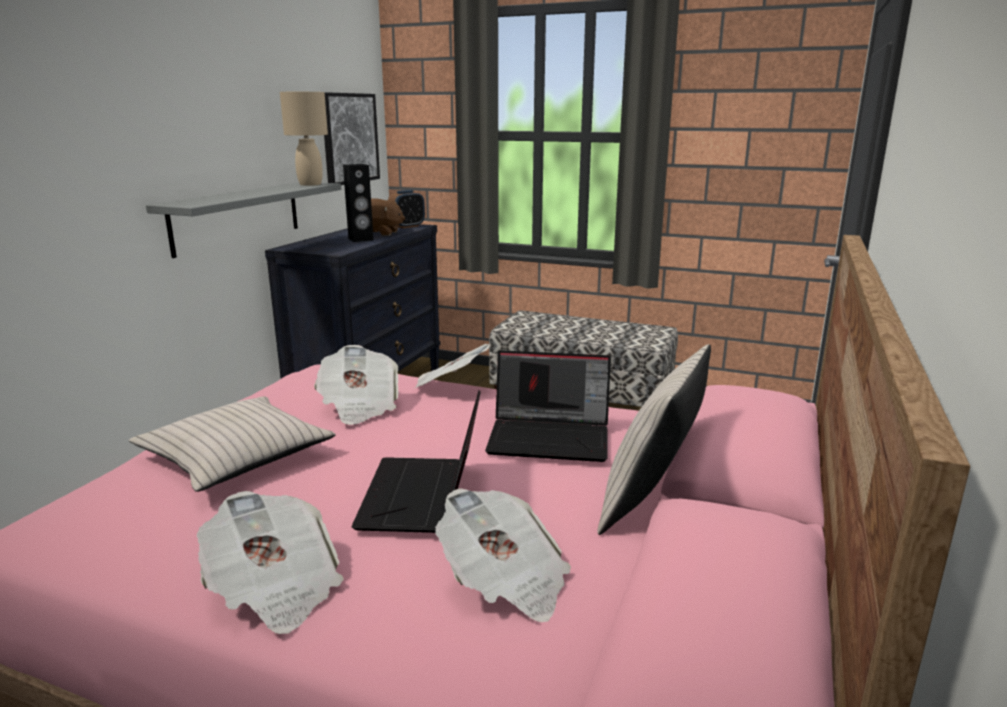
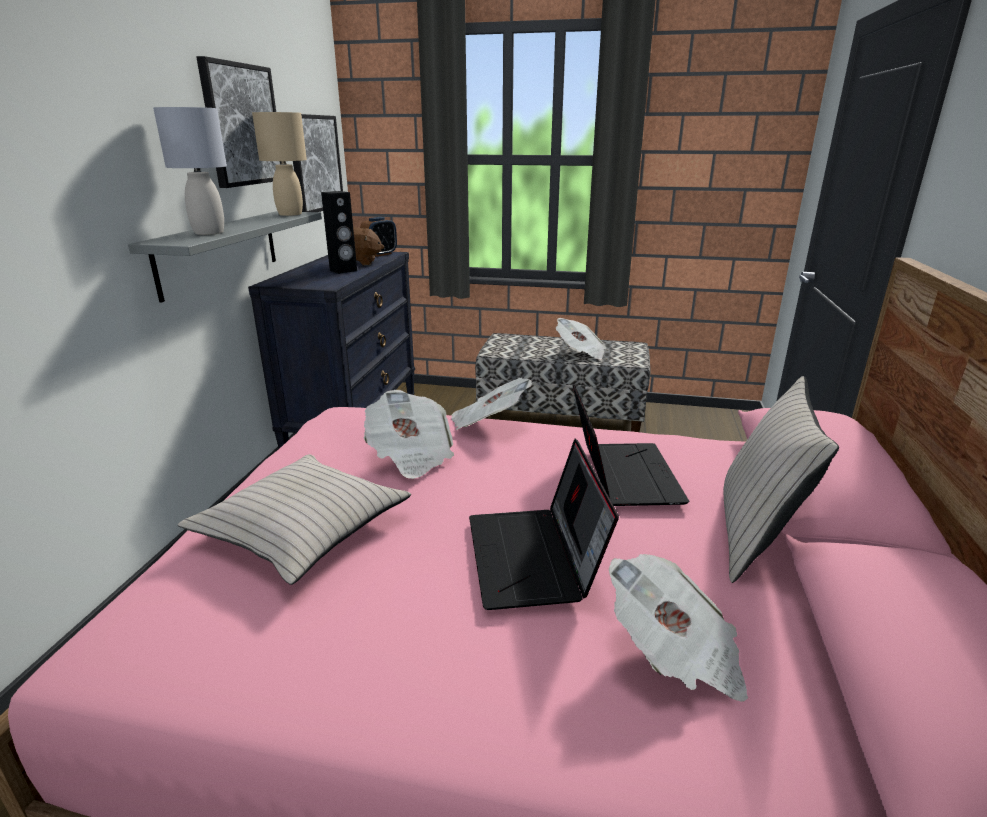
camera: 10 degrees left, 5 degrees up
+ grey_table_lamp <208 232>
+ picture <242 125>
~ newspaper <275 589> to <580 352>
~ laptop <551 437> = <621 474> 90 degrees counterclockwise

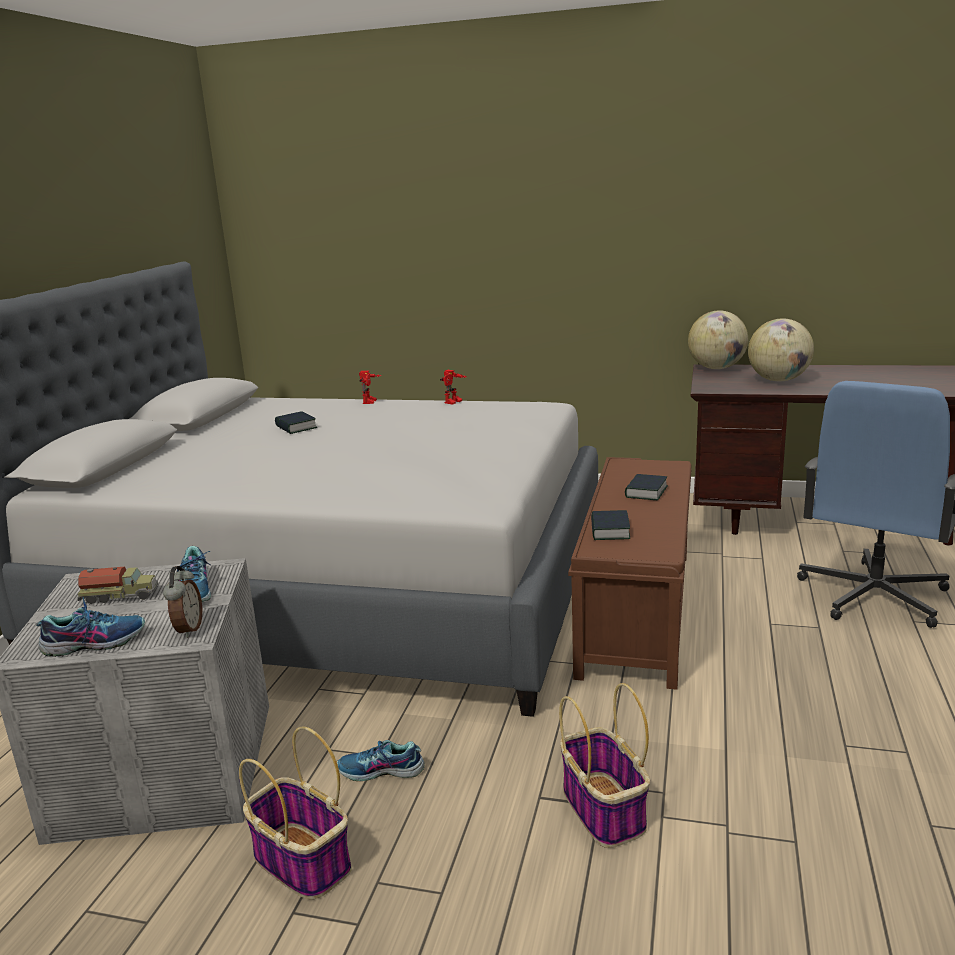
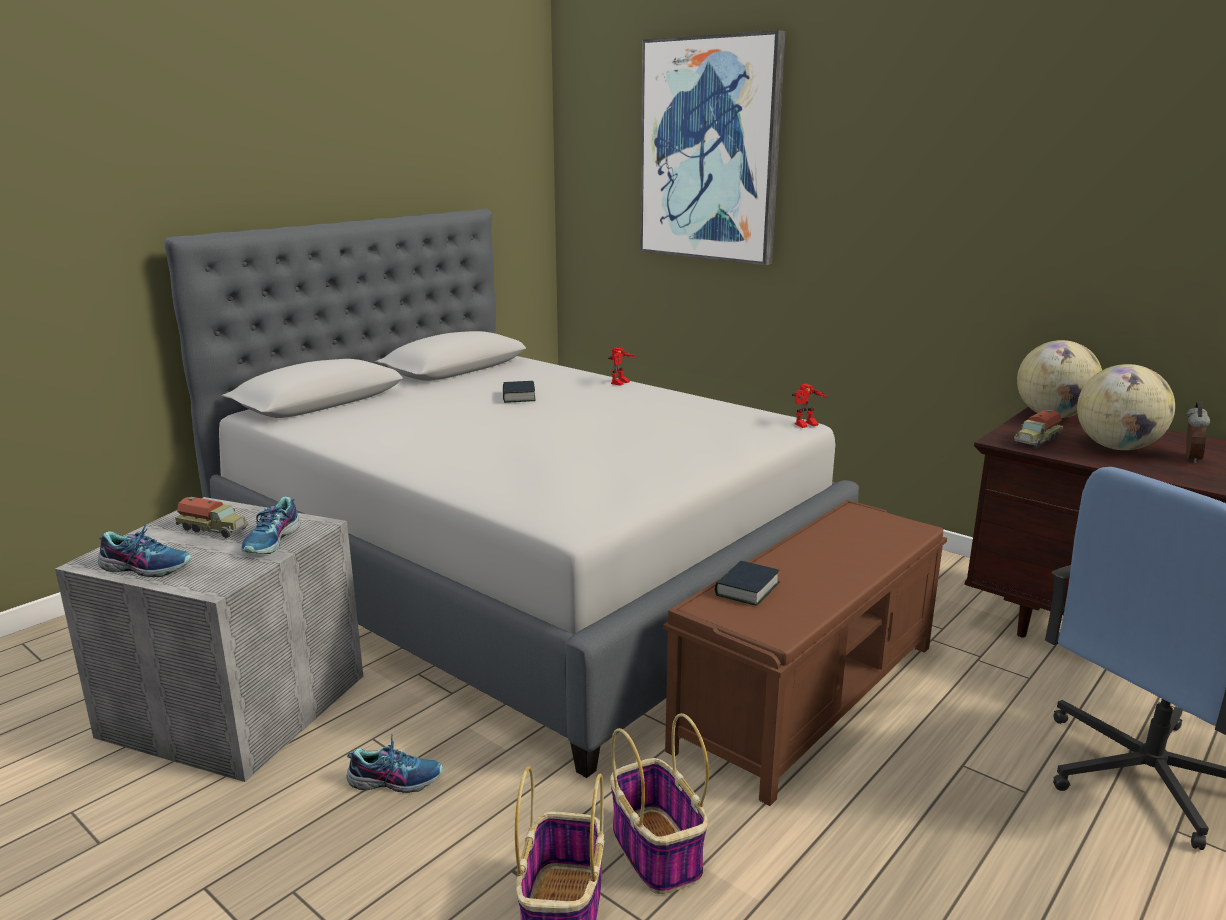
camera: 25 degrees right, 0 degrees up
- book <646 492>
+ picture <710 150>
+ toy_truck <1036 441>
~ alarm_clock <188 629> to <1189 458>
~ basket <300 861> to <655 850>
~ toy_robot <454 402> to <806 425>
~ shoe <381 771> = <395 780> 150 degrees clockwise

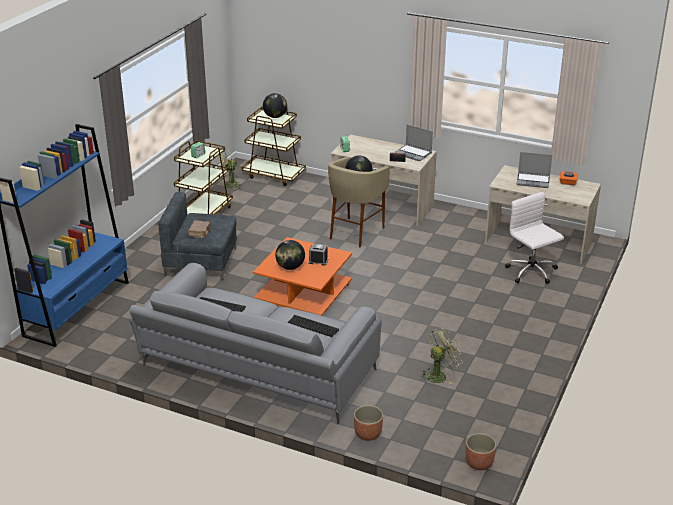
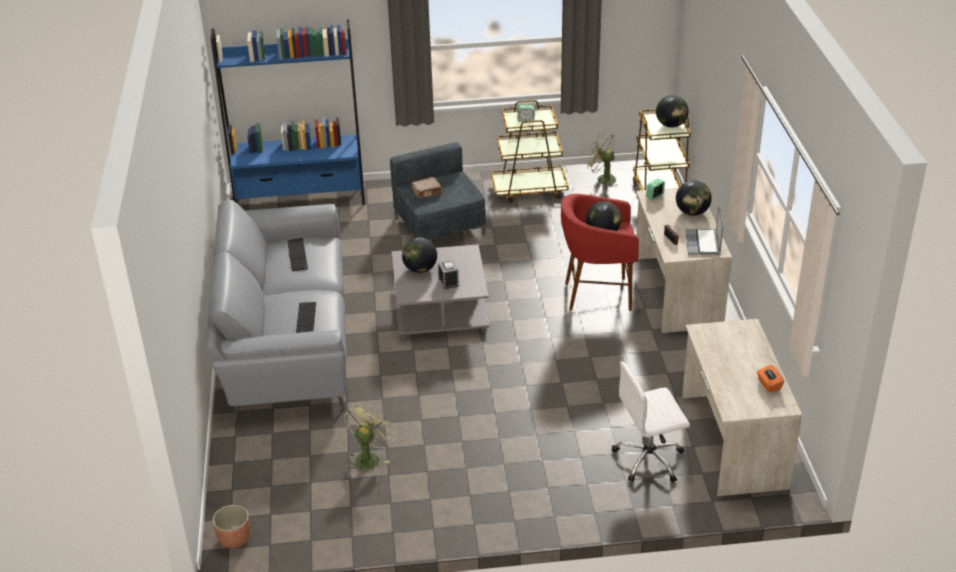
camera: 60 degrees right, 5 degrees up
- planter <367 434>
- laptop <533 181>
+ globe <692 212>
~ orange_coffee_table <302 294> to grey_coffee_table <439 309>
~ beige_stool <355 233> to red_stool <597 295>
~ green_fan <439 375> = <369 457> 90 degrees counterclockwise
~ white_office_chair <532 272> = <650 459> 135 degrees counterclockwise

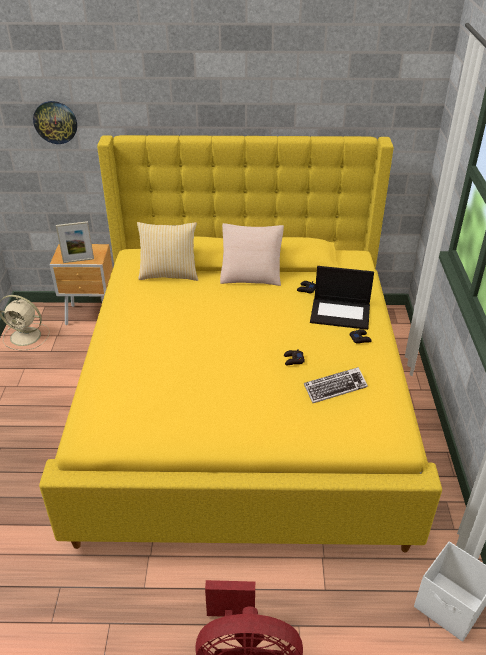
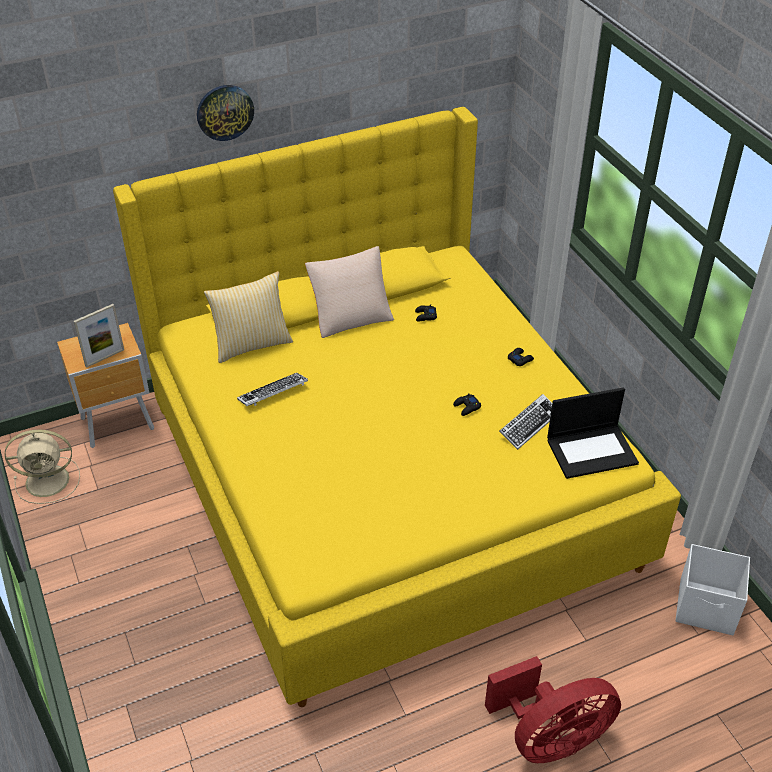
camera: 25 degrees left, 5 degrees up
+ keyboard <273 393>
~ wall_clock <55 122> to <225 112>
~ laptop <341 313> to <592 451>

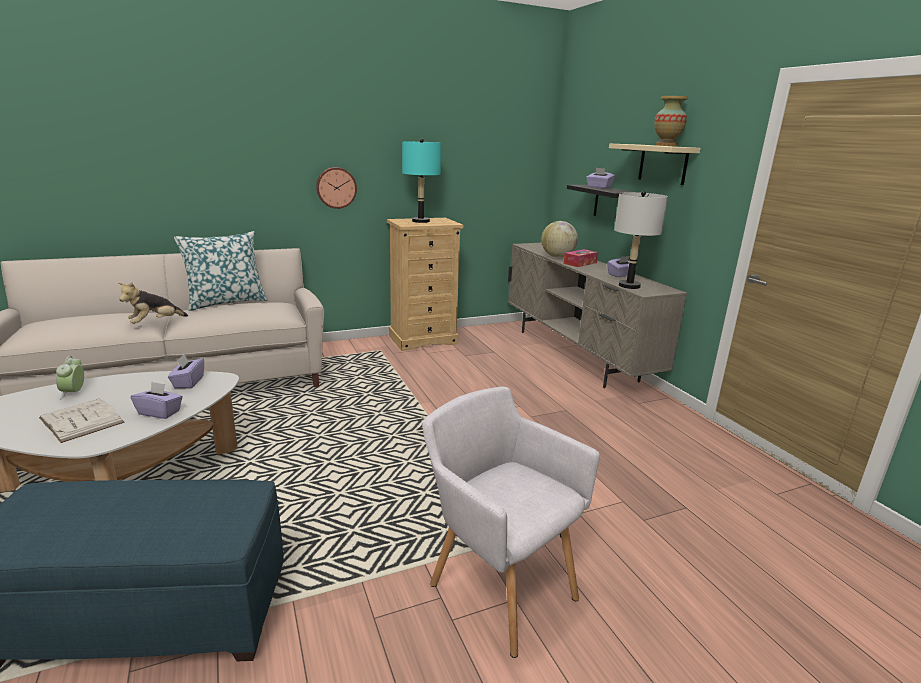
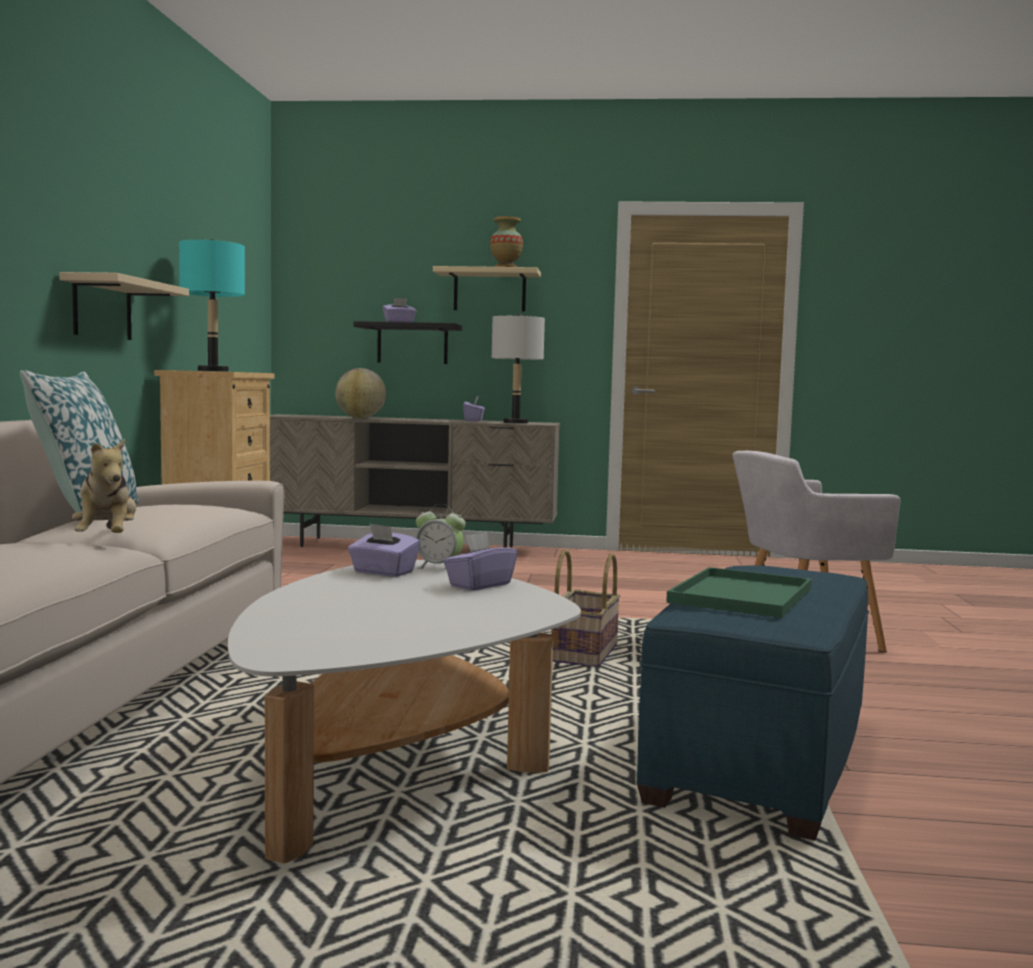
camera: 60 degrees left, 15 degrees down
- white_book <81 420>
- tissue_box <580 263>
+ basket <583 653>
+ green_tray <742 596>
~ alarm_clock <74 393> to <439 567>
~ wall_clock <336 187> to beige_shelf <102 309>

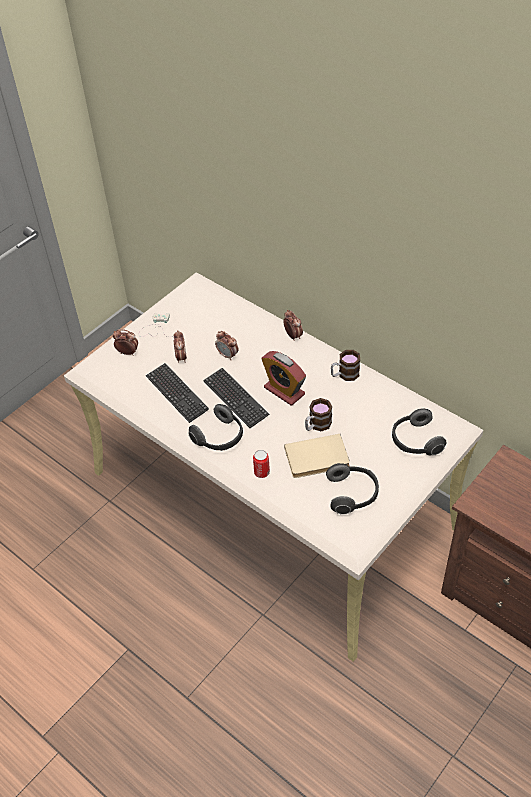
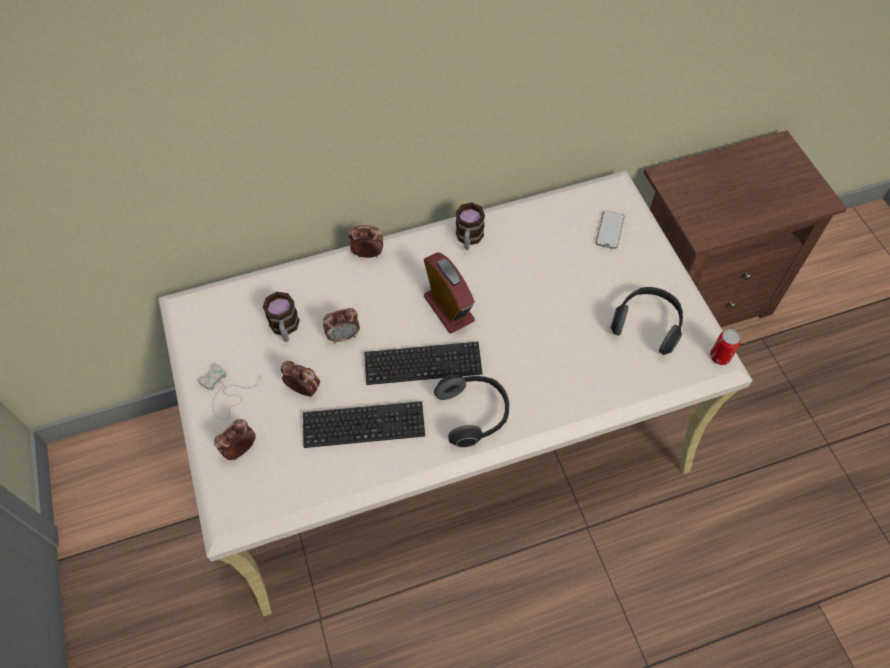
camera: 60 degrees left, 10 degrees up
- beige_book <317 459>
~ can <262 472> to <720 356>
~ mug <317 425> to <285 328>
~ headphones <415 441> to phone <609 231>
~ alarm_clock <284 391> = <449 308> 105 degrees counterclockwise

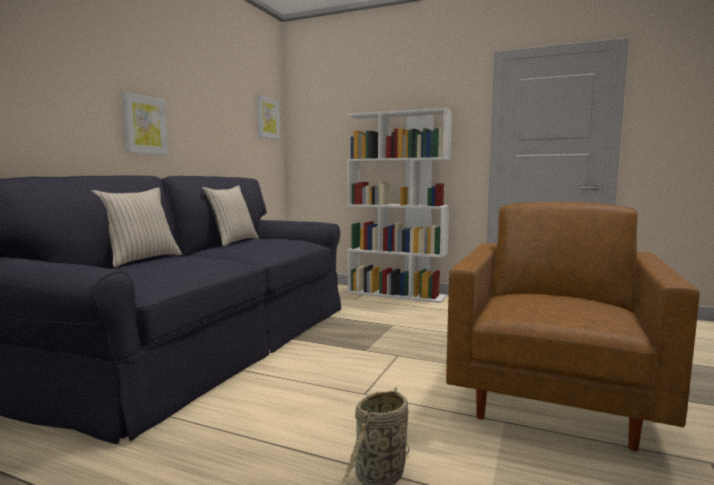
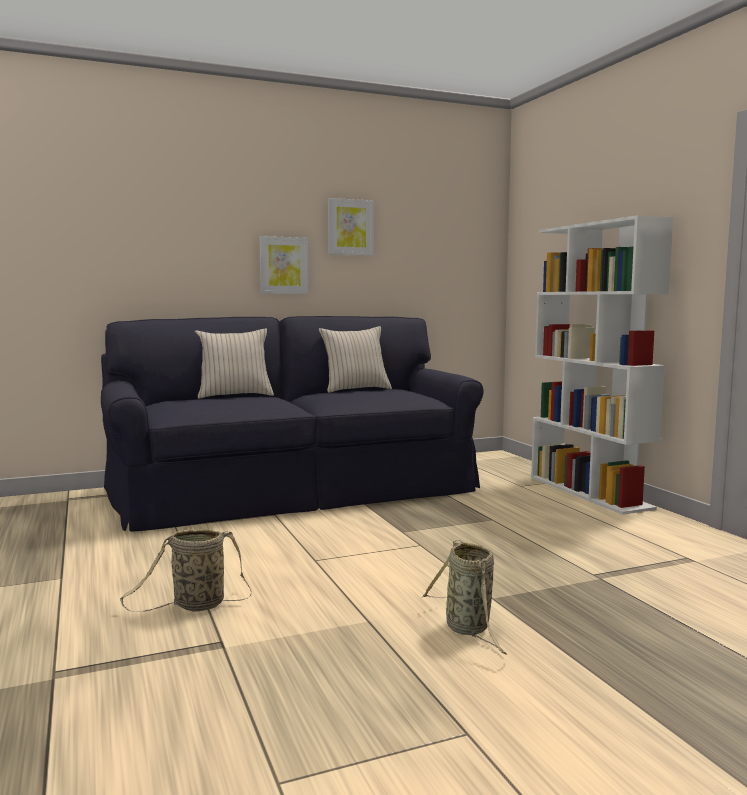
camera: 45 degrees right, 0 degrees up
~ picture <267 118> to <350 227>
~ brown_armchair <554 398> to basket <469 629>

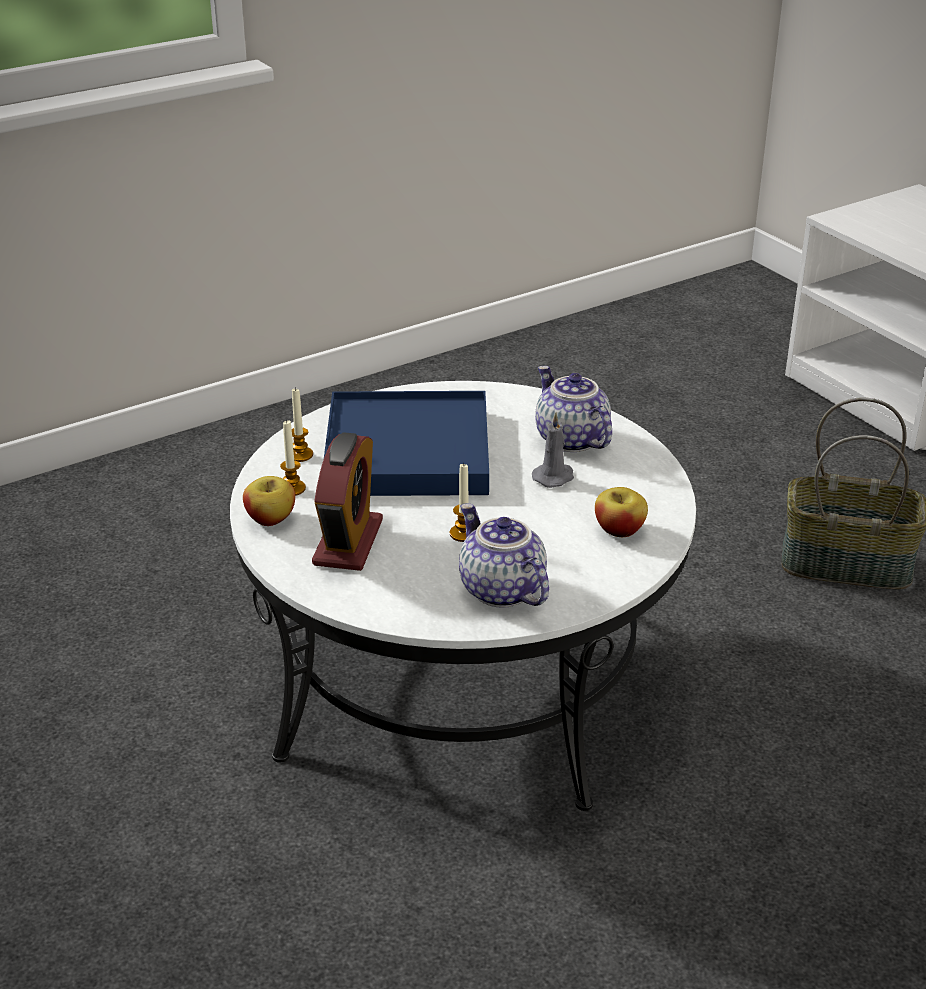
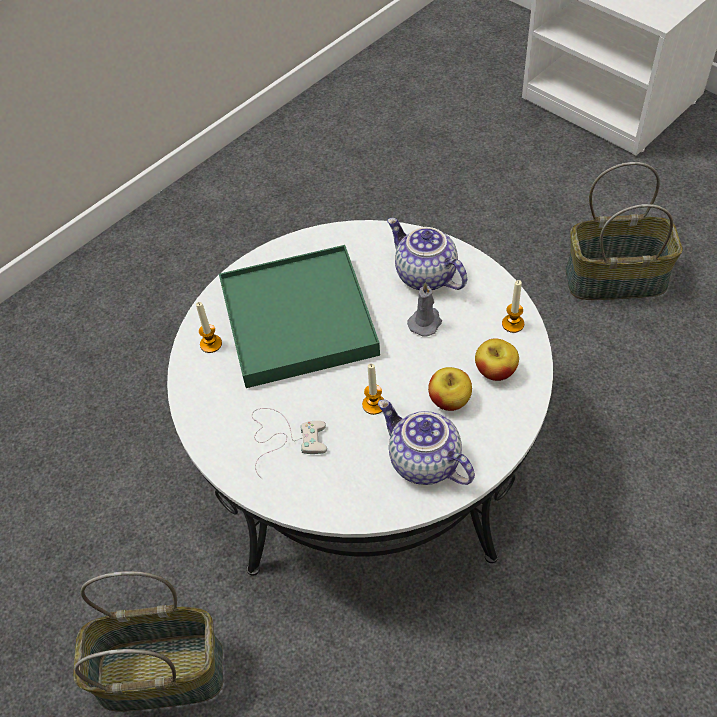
camera: 10 degrees left, 20 degrees up
+ basket <162 671>
~ apple <270 519> to <449 400>
~ candle <292 488> to <513 324>
~ alarm_clock <348 542> to white_game_controller <284 437>
~ blue_tray <408 451> to green_tray <298 319>

